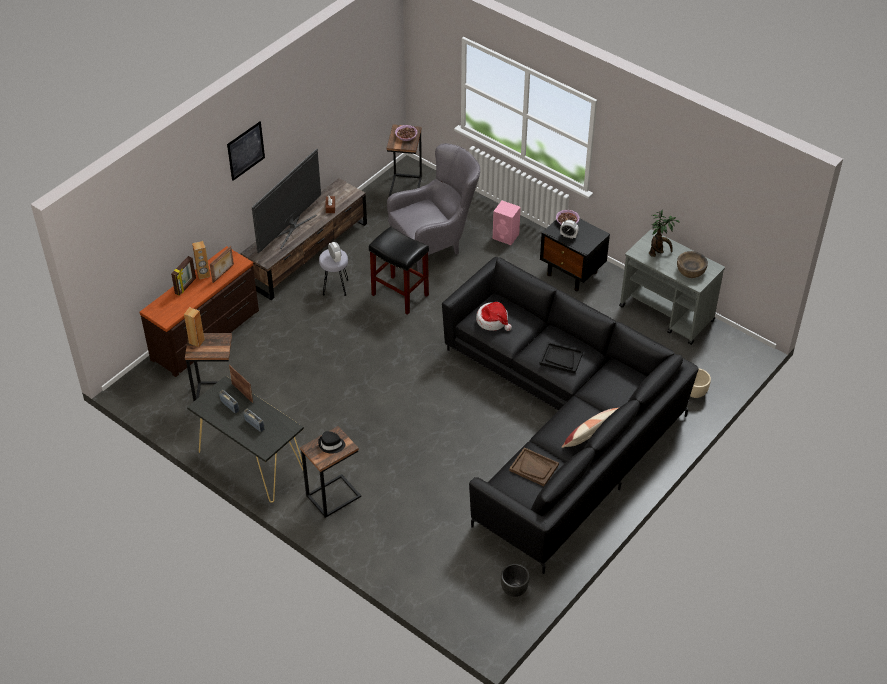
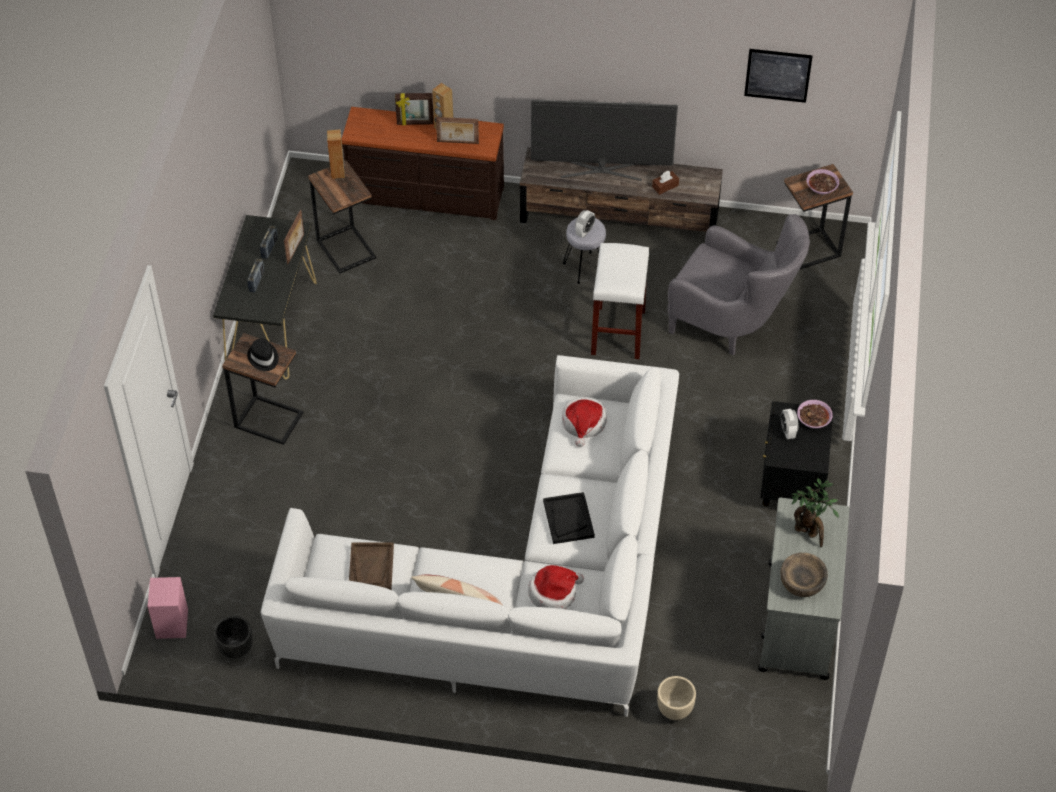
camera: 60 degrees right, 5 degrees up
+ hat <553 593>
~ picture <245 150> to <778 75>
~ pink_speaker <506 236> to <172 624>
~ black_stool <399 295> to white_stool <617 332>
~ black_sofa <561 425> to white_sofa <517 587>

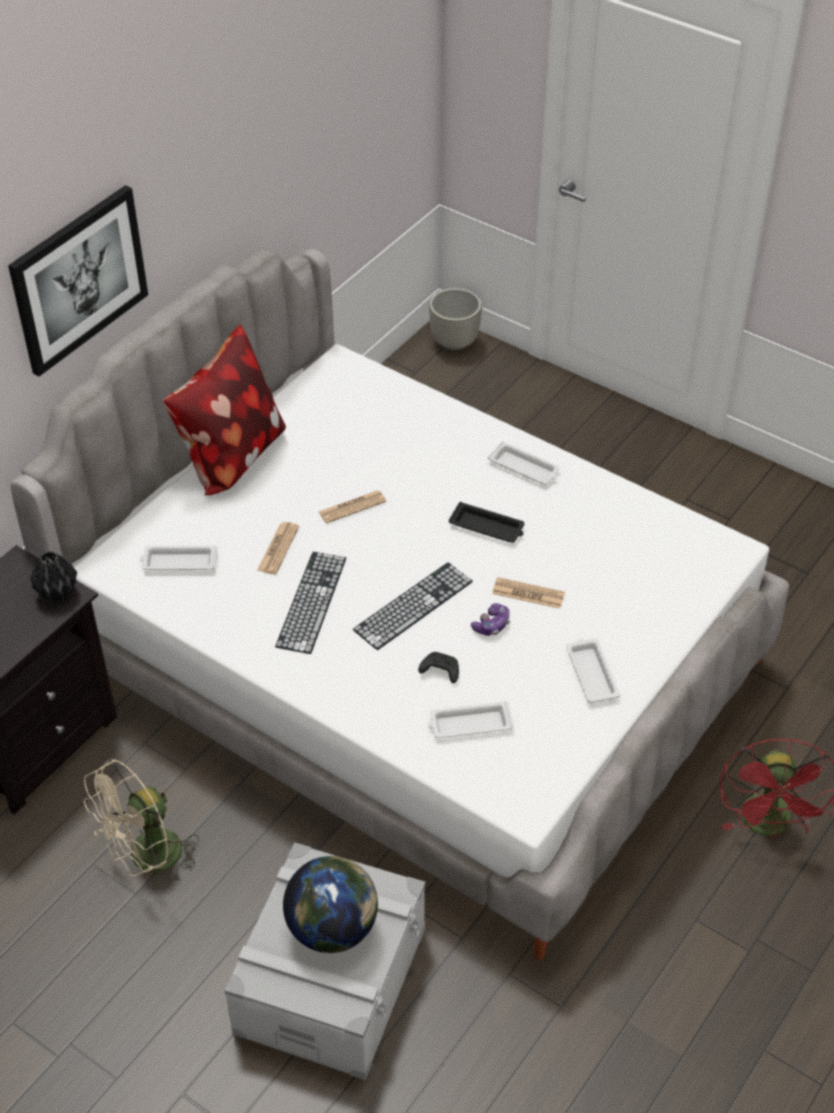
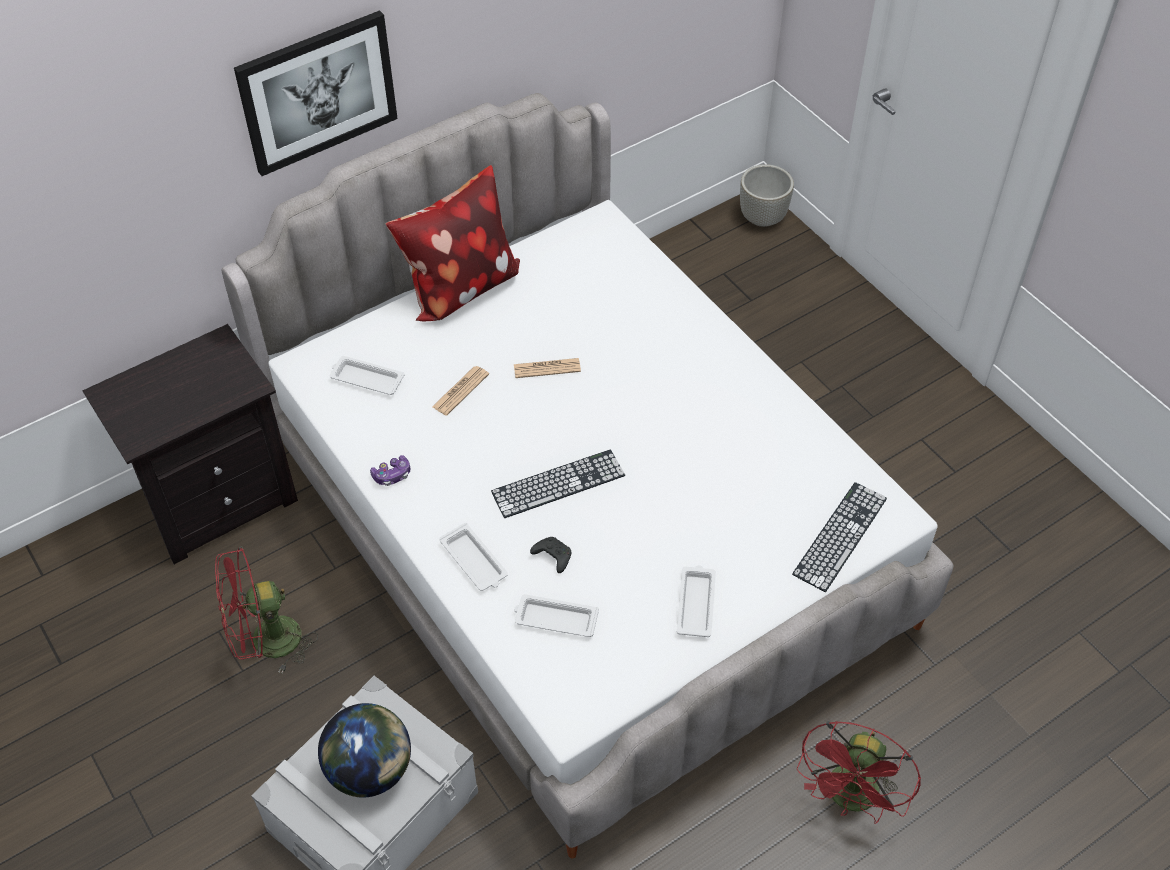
camera: 20 degrees right, 5 degrees up
- black_vase <57 594>
- black_tray <488 527>
- newspaper <528 594>
~ keyboard <311 602> to <840 536>
~ game_controller <492 625> to <392 475>
~ white_tray <524 468> to <474 561>
~ beige_fan <147 860> to red_fan <266 643>

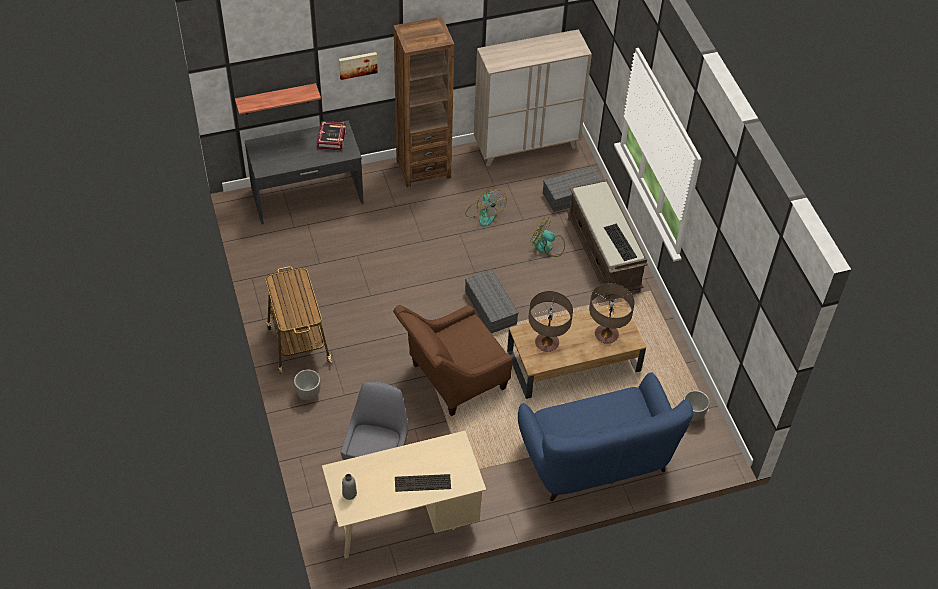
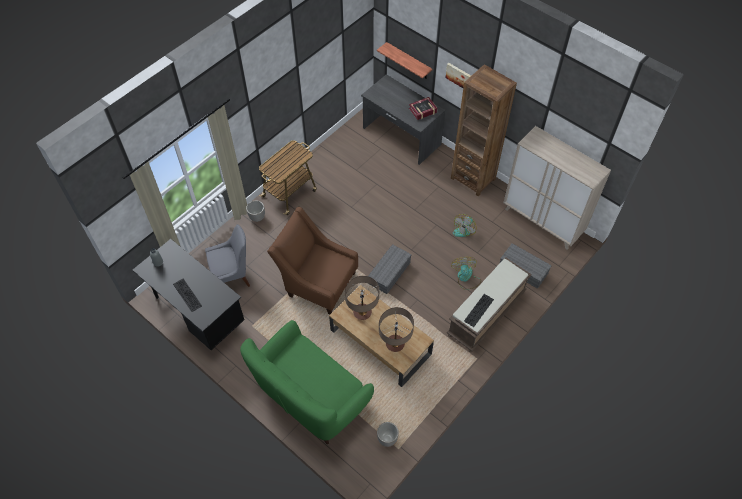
camera: 60 degrees right, 5 degrees up
~ beige_desk <404 521> to black_desk <197 313>
~ blue_sofa <596 458> to green_sofa <310 395>

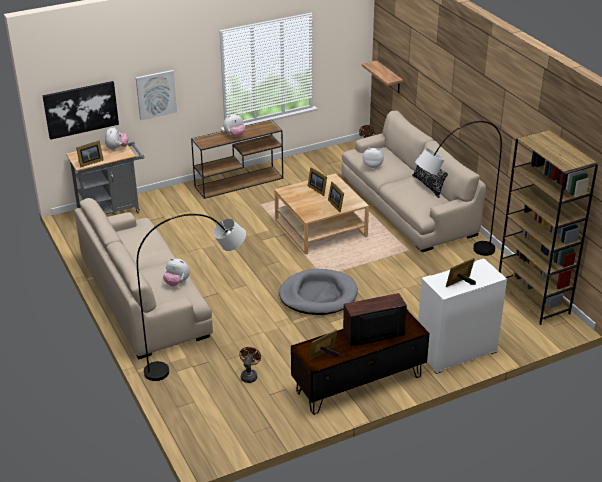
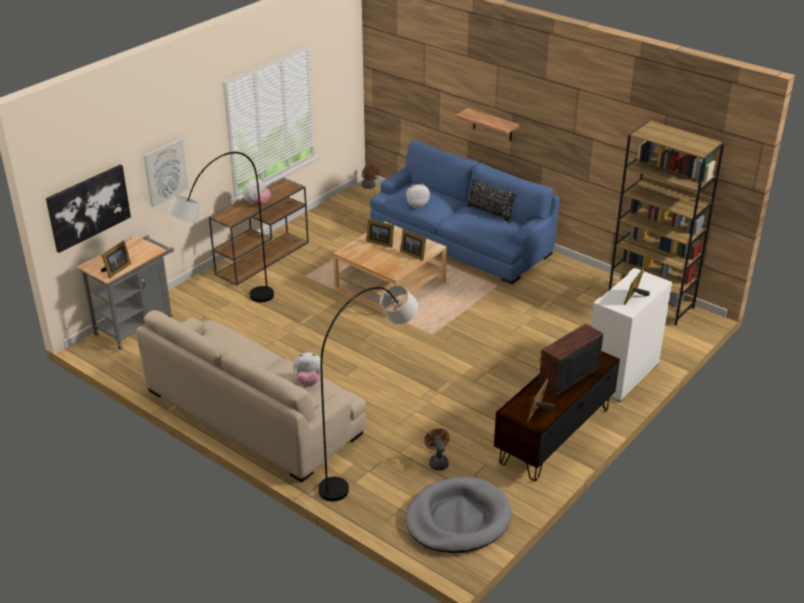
camera: 25 degrees left, 0 degrees up
- plush_toy <117 148>
~ grey_dog_bed <318 295> to <457 519>
~ shelf <389 77> to <492 125>
~ grey_floor_lamp <449 260> to <228 316>
~ beige_sofa <407 205> to blue_sofa <460 240>

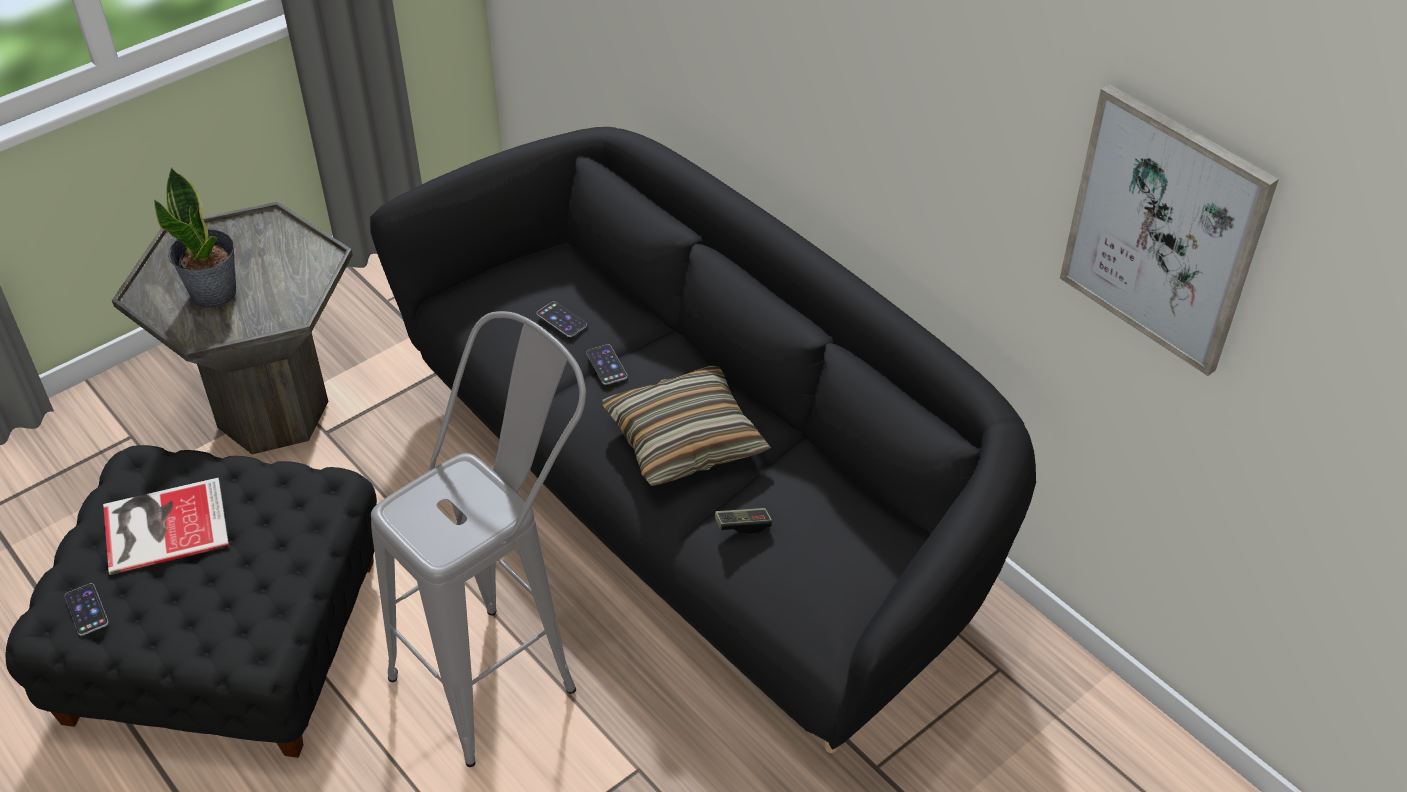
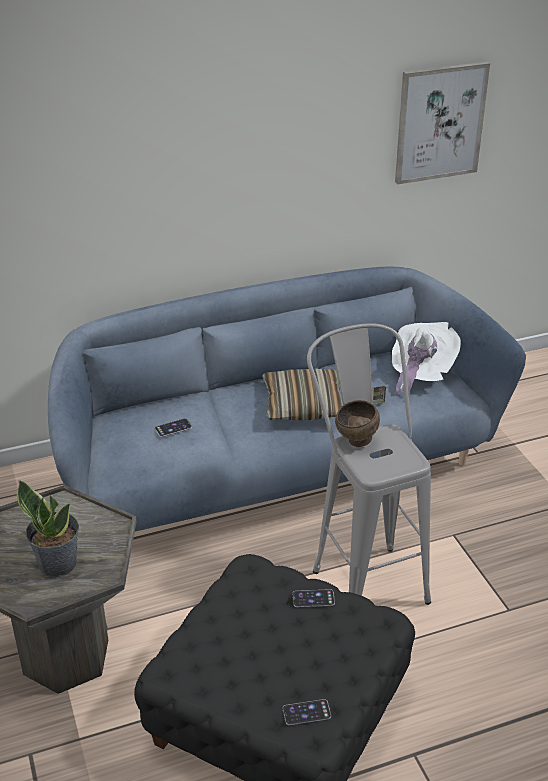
camera: 70 degrees left, 10 degrees down
- book <162 525>
+ brown_bowl <356 442>
+ white_hat <420 374>
~ phone <606 364> to <313 598>
~ black_sofa <701 503> to blue_sofa <274 468>

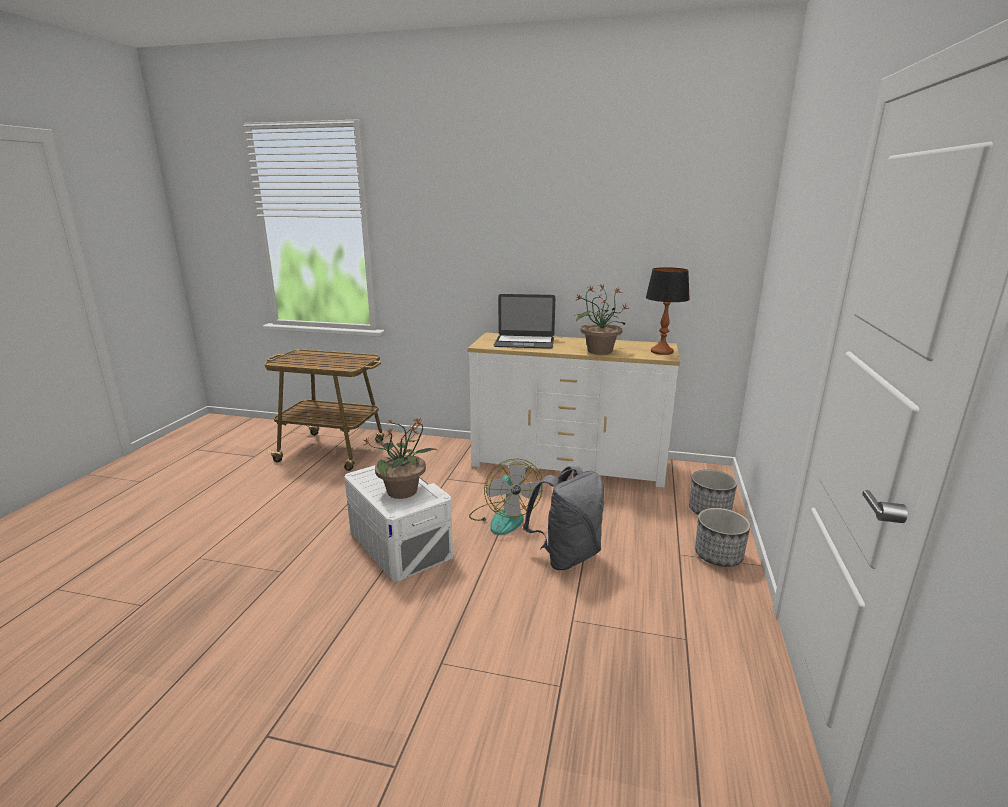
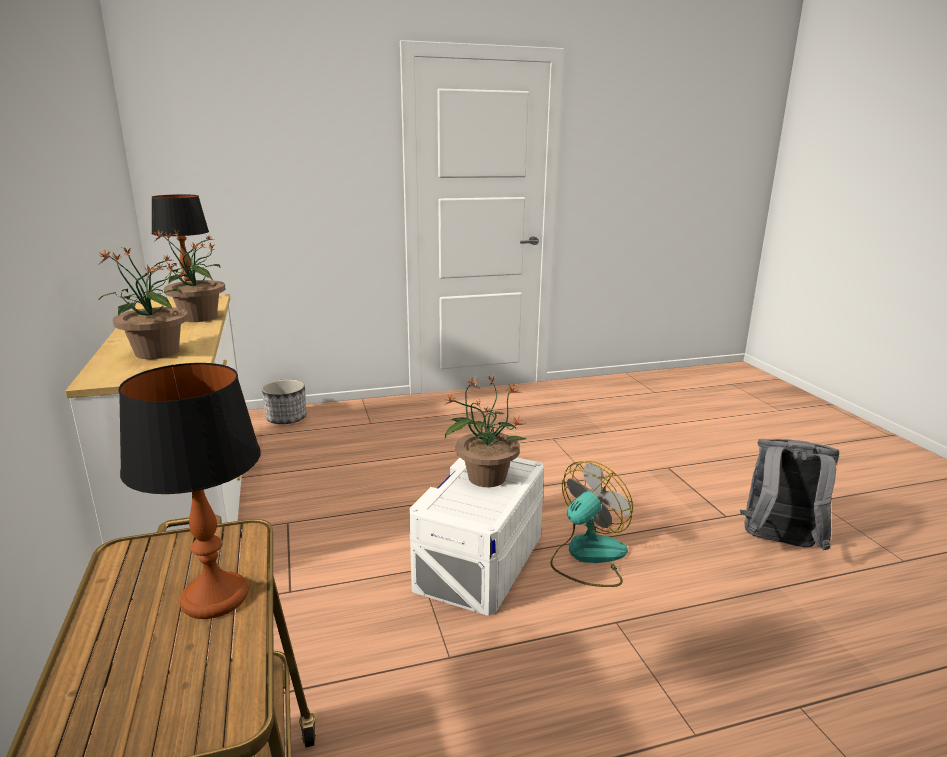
camera: 120 degrees left, 0 degrees up
- planter <718 555>
+ table_lamp <214 597>
~ fan <503 517> to <588 556>
~ grey_backpack <566 556> to <779 544>
~ laptop <524 342> to potted_plant <156 353>

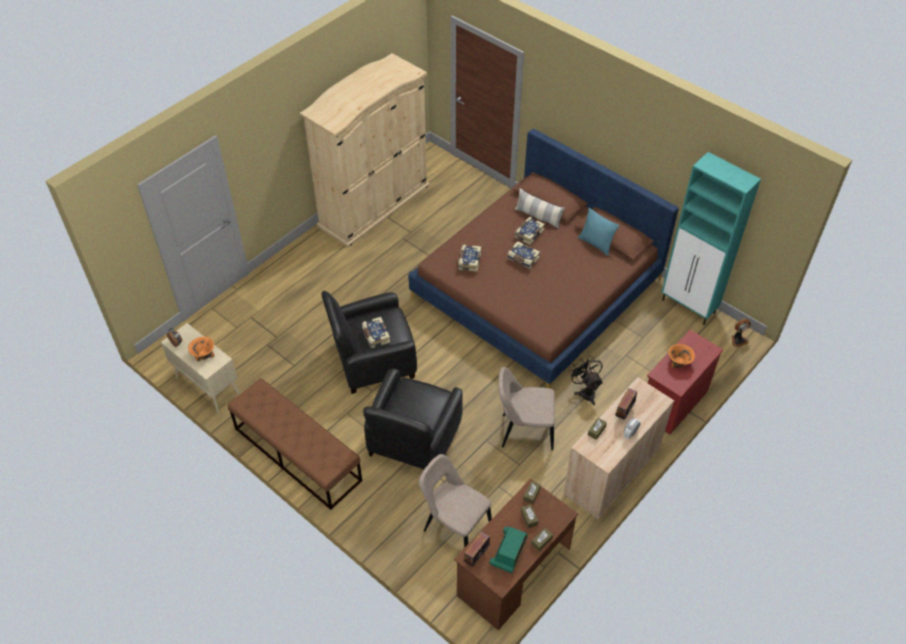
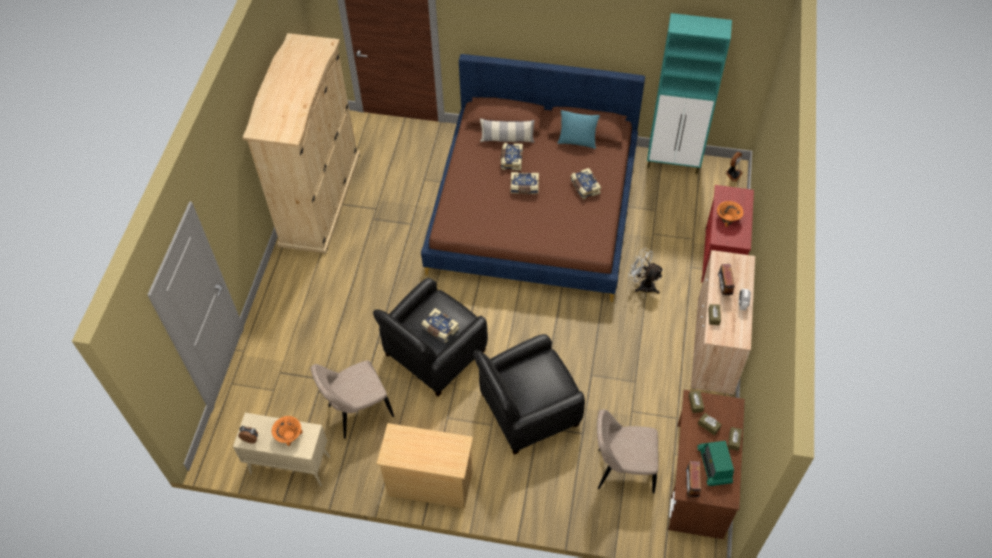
camera: 30 degrees left, 5 degrees up
~ book <469 261> to <584 187>
~ beige_chair <524 432> to <357 412>
~ brown_bench <297 454> to beige_dresser <429 483>
~ black_fan <585 391> to white_fan <643 284>
~ black_armchair <414 440> = <528 410> 75 degrees clockwise

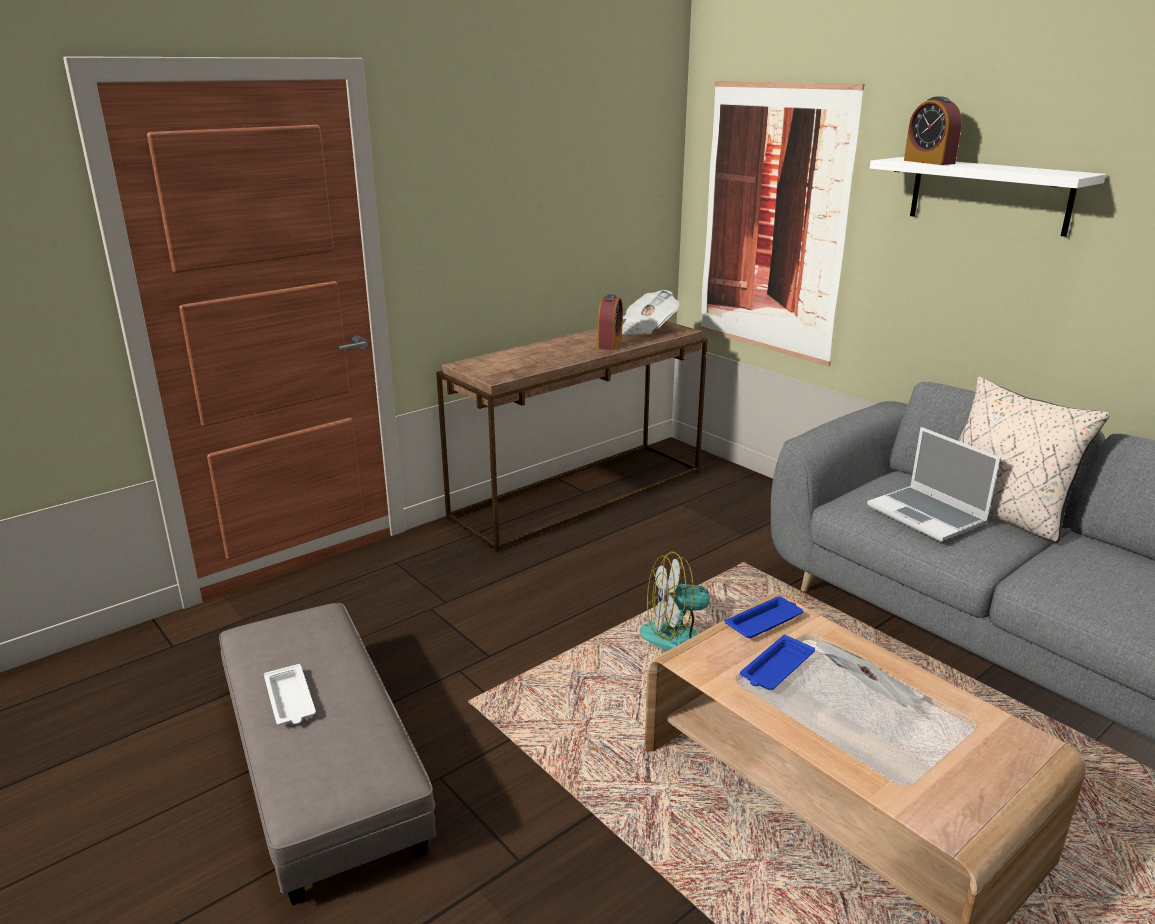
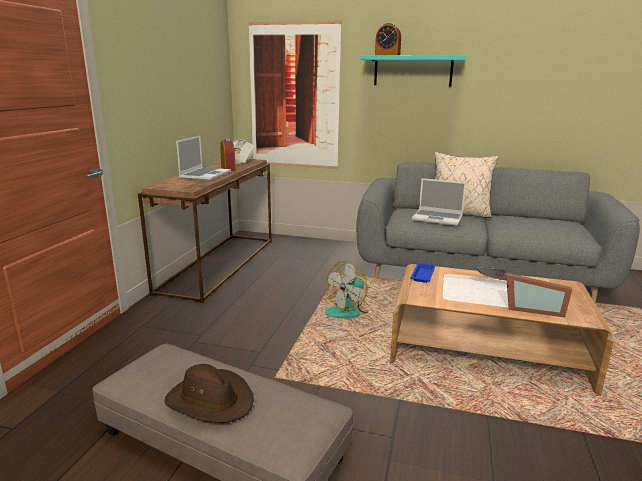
camera: 35 degrees left, 5 degrees down
- blue_tray <776 669>
+ laptop <205 175>
+ picture_frame <532 309>
~ white_tray <290 701> to brown_hat <210 400>
~ white_shelf <989 195> to turquoise_shelf <413 71>

